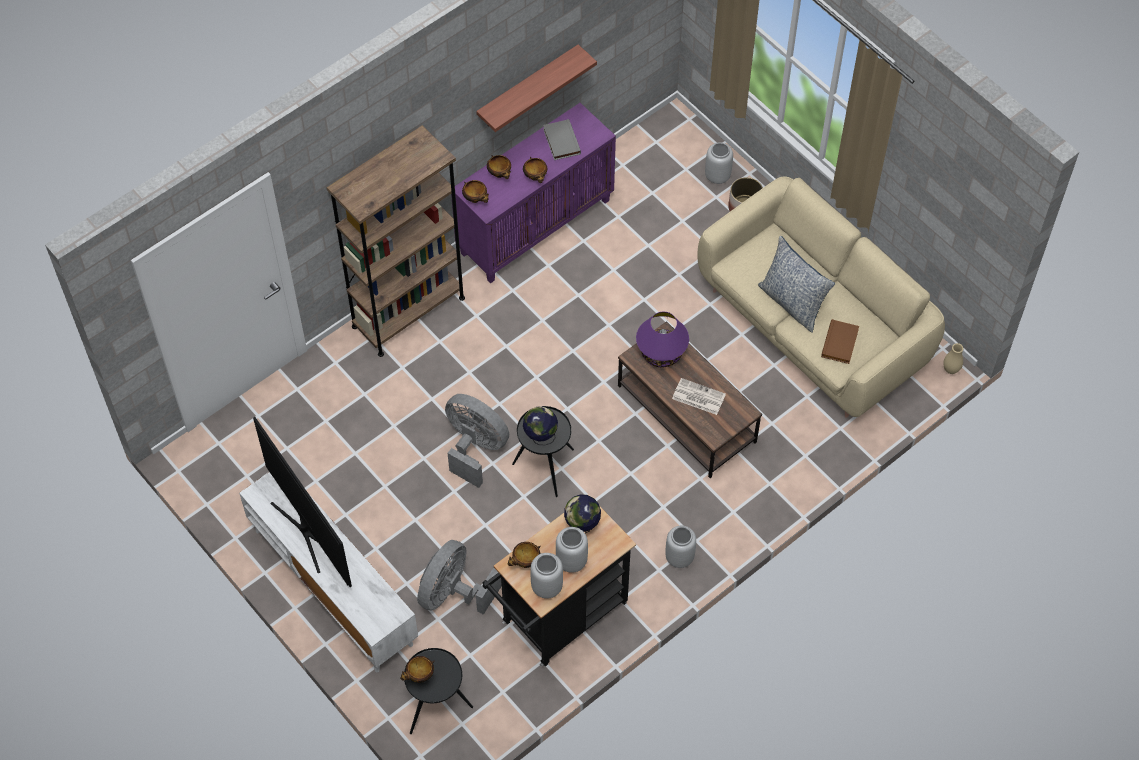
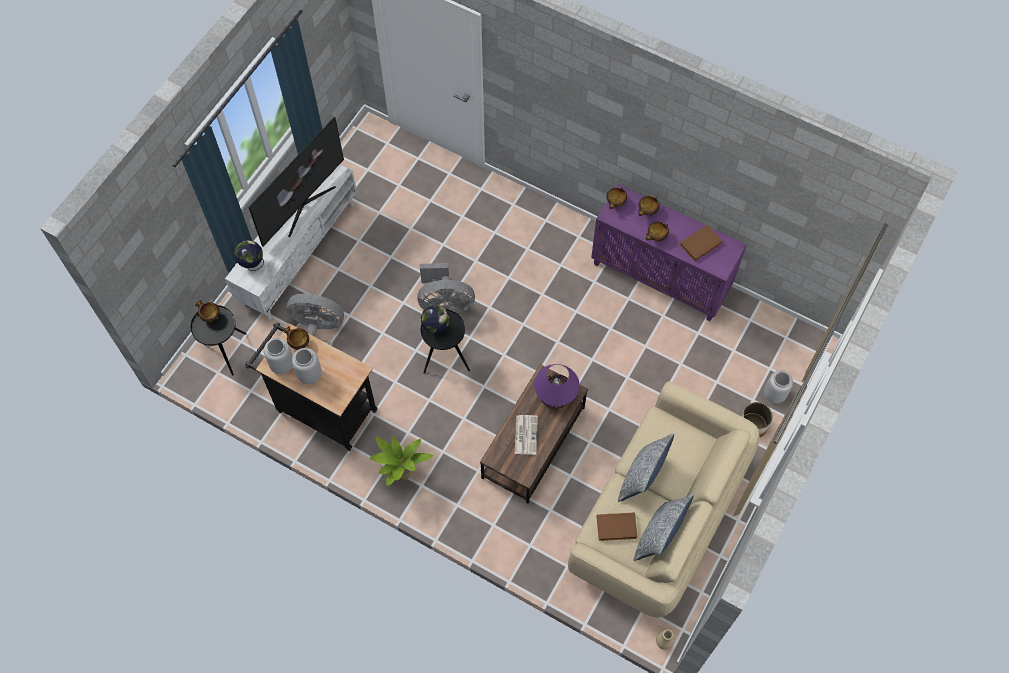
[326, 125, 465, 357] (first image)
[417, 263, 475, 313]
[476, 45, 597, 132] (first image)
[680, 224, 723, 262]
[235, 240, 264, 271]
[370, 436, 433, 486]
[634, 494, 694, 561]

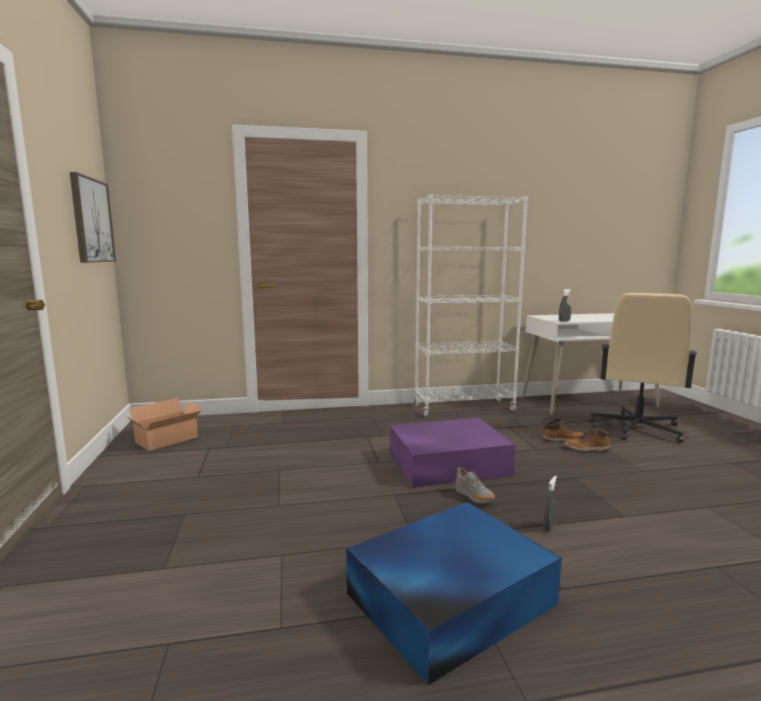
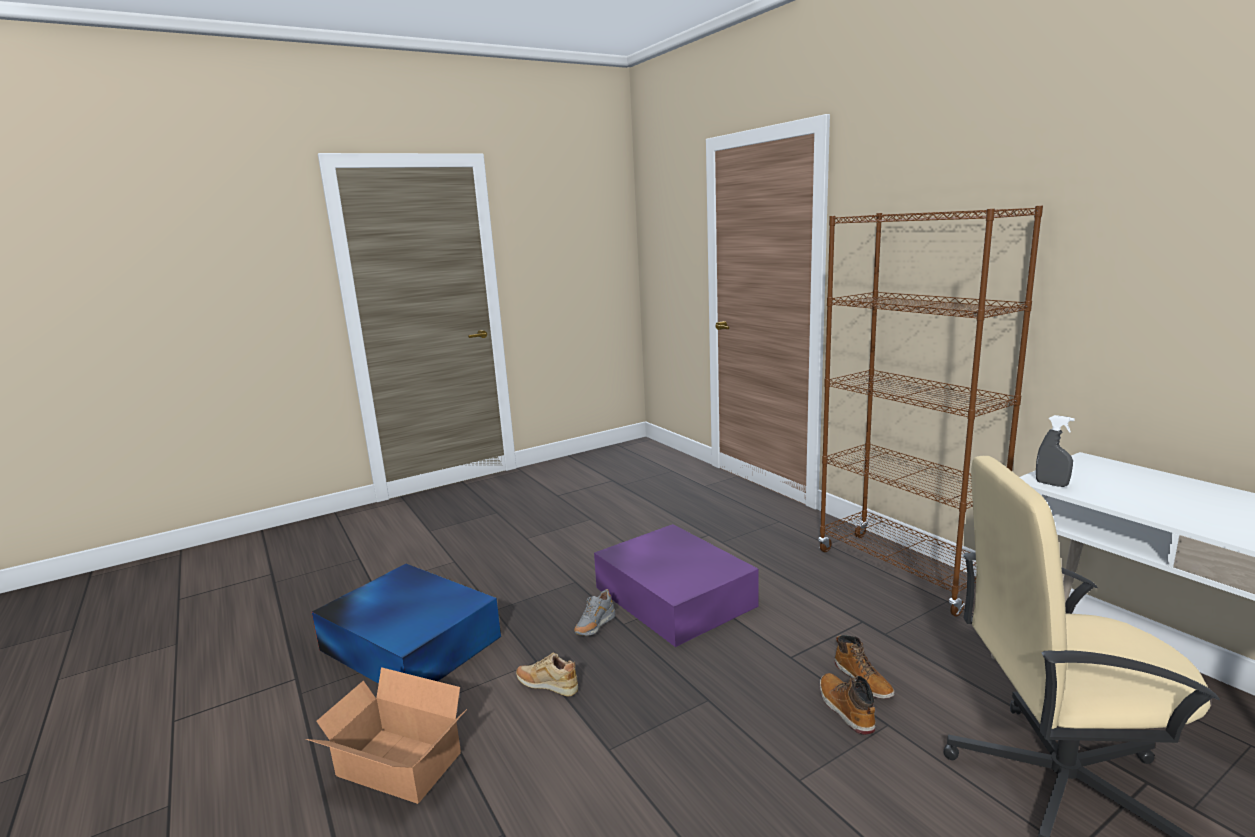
[70, 172, 116, 263] (first image)
[306, 667, 467, 804]
[818, 206, 1043, 617]
[516, 653, 578, 697]

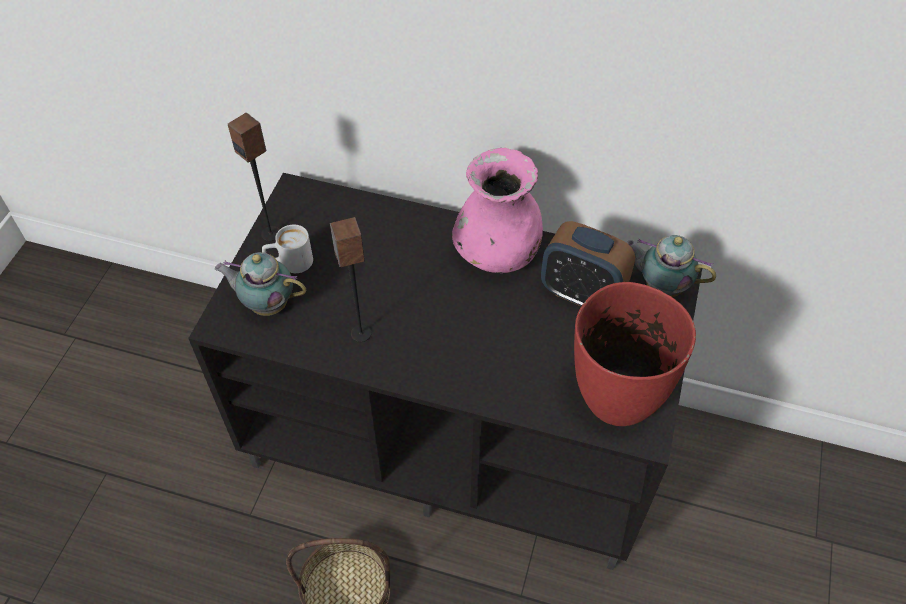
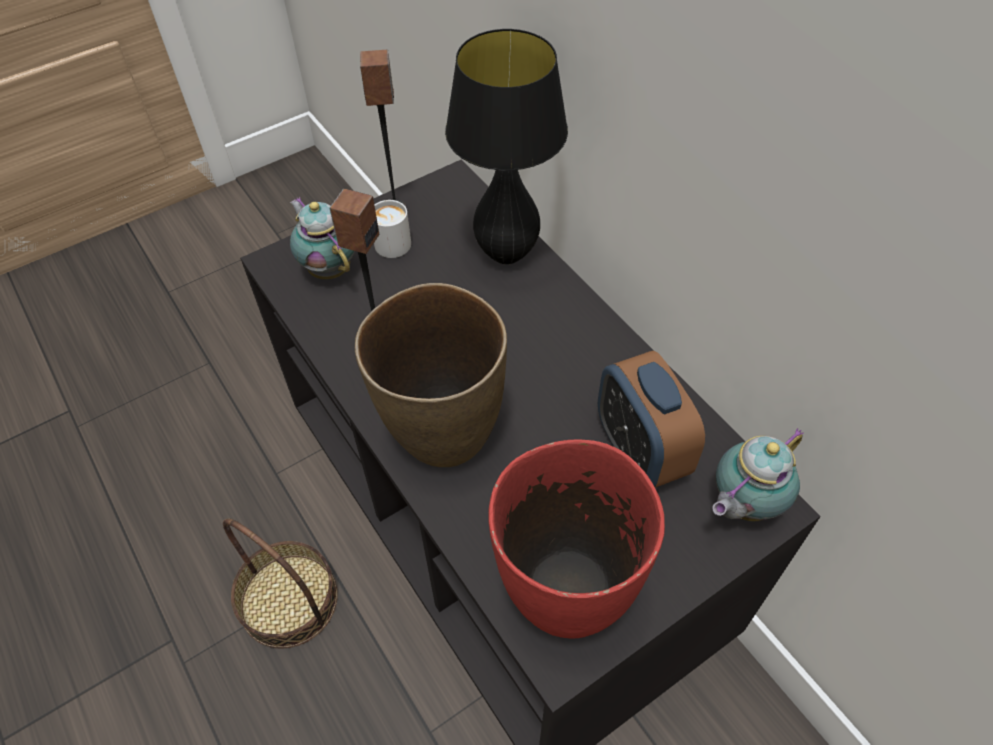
[452, 148, 543, 273] (first image)
[712, 428, 804, 521]
[355, 283, 507, 467]
[445, 29, 568, 264]

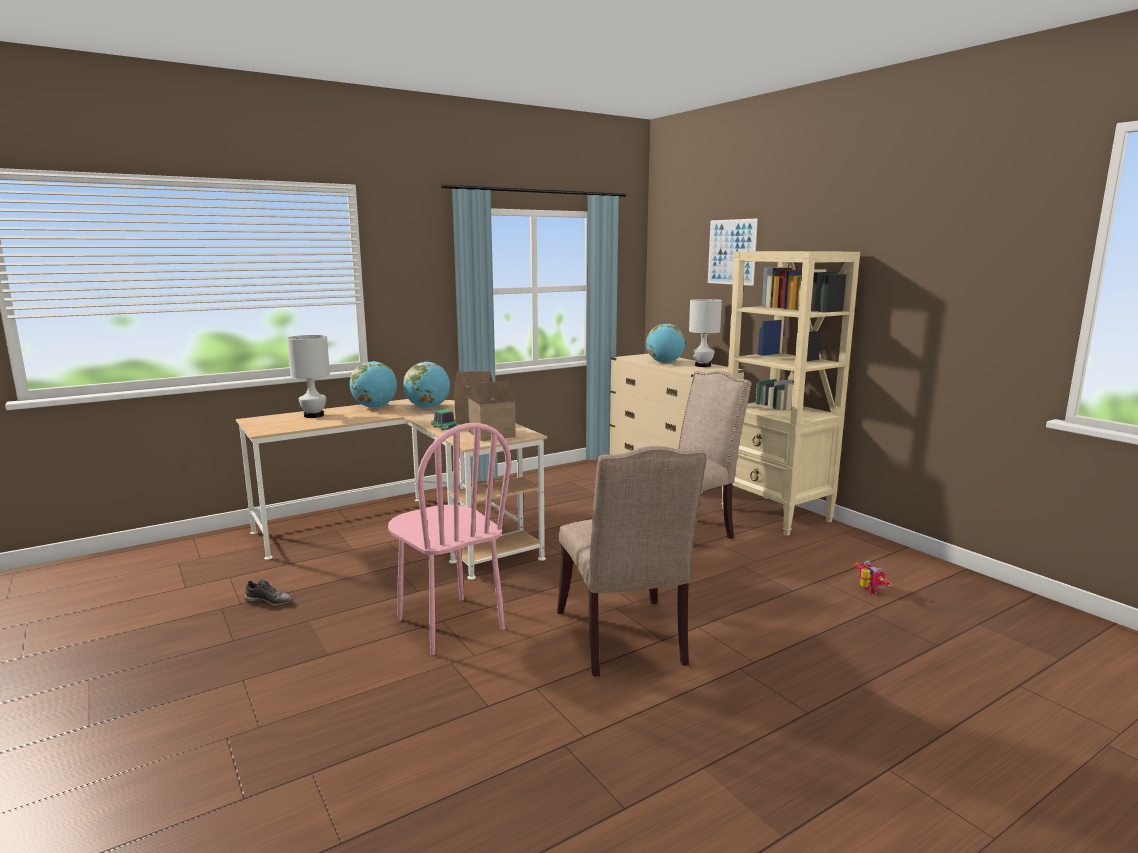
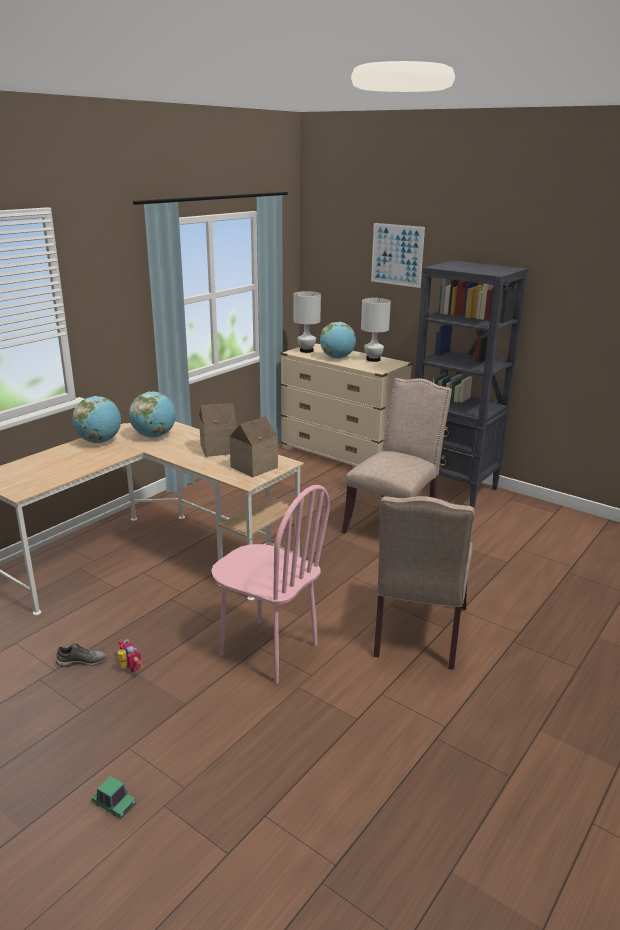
[293, 291, 321, 353]
[92, 776, 136, 819]
[373, 496, 475, 670]
[415, 261, 528, 508]
[118, 639, 143, 672]

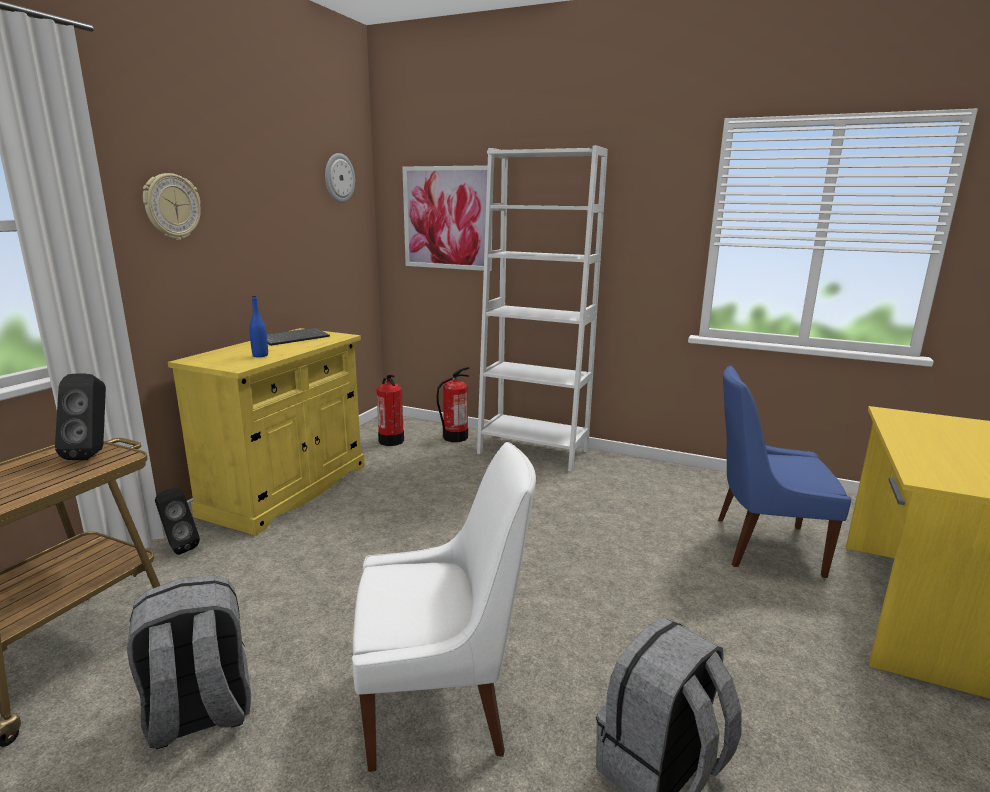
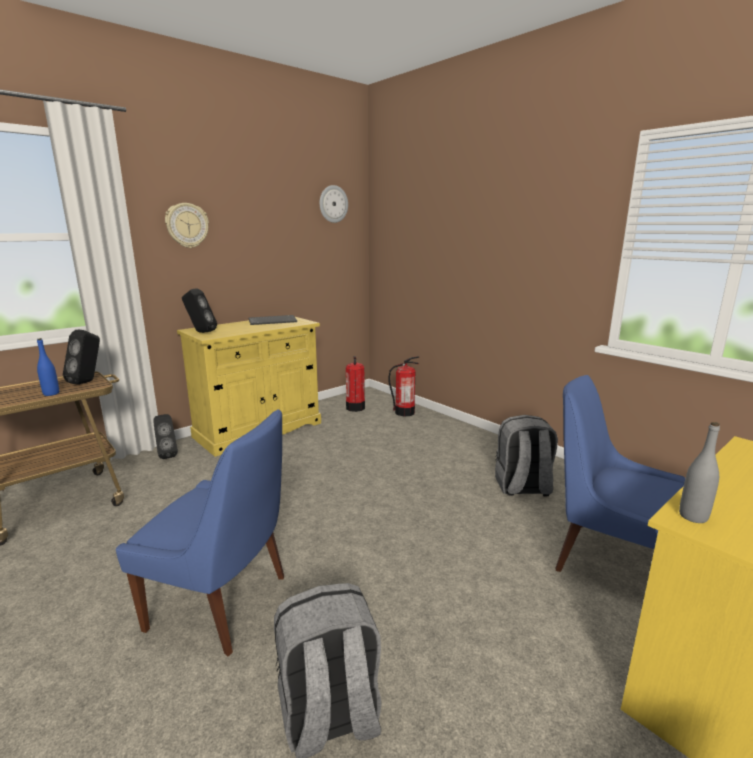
[495, 415, 558, 496]
[37, 338, 59, 396]
[116, 409, 284, 656]
[402, 165, 492, 271] (first image)
[477, 145, 608, 472] (first image)
[182, 288, 217, 333]
[679, 422, 720, 523]

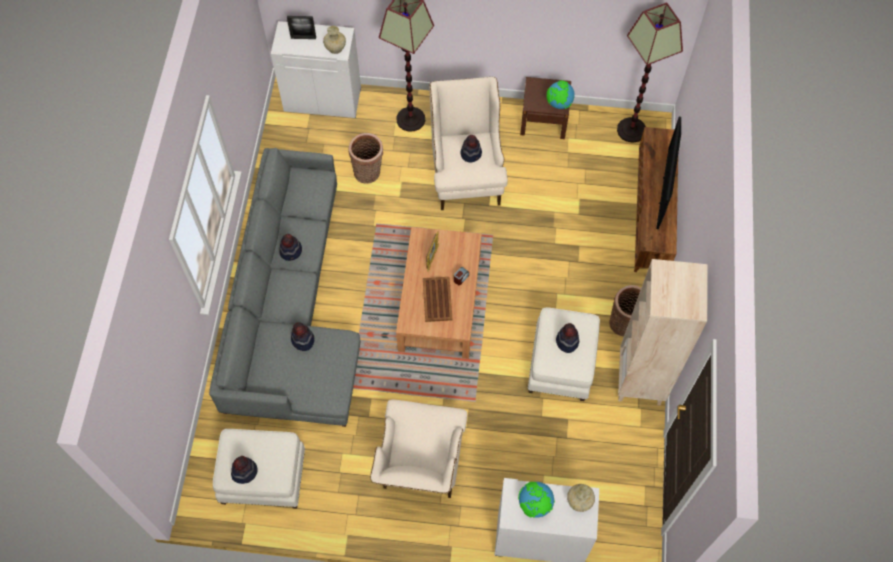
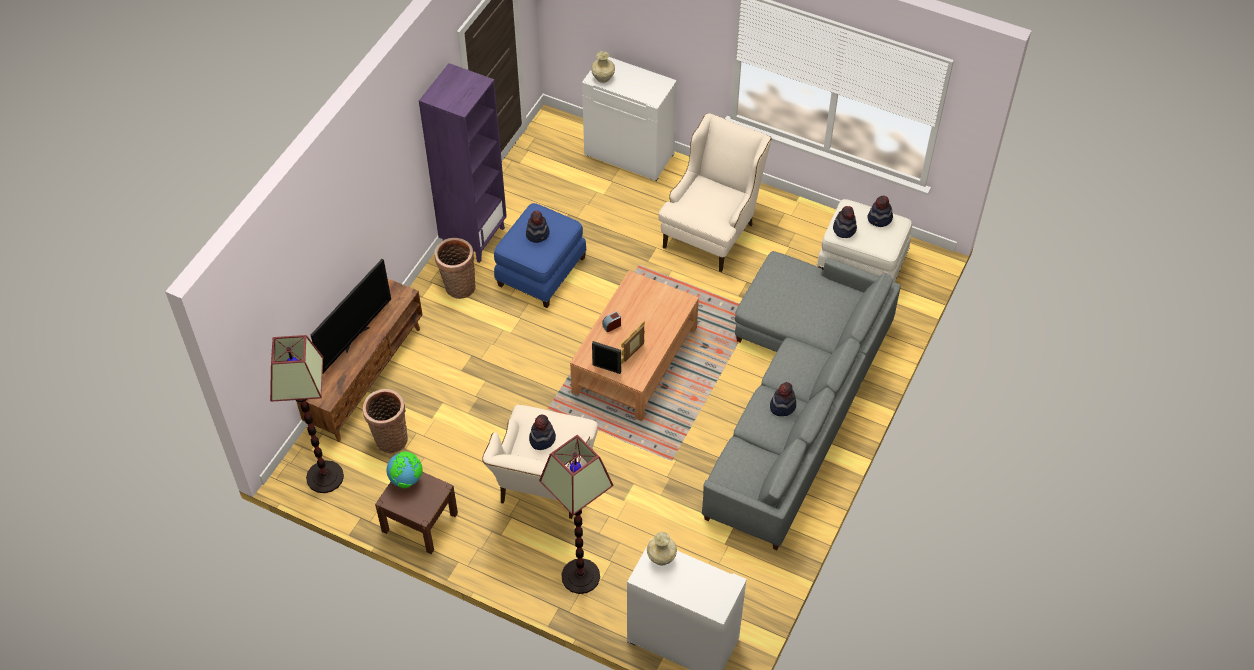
[592, 341, 621, 374]
[833, 206, 857, 238]
[362, 389, 408, 453]
[423, 277, 453, 322] (first image)
[518, 482, 555, 518] (first image)
[494, 203, 587, 308]
[419, 63, 507, 263]

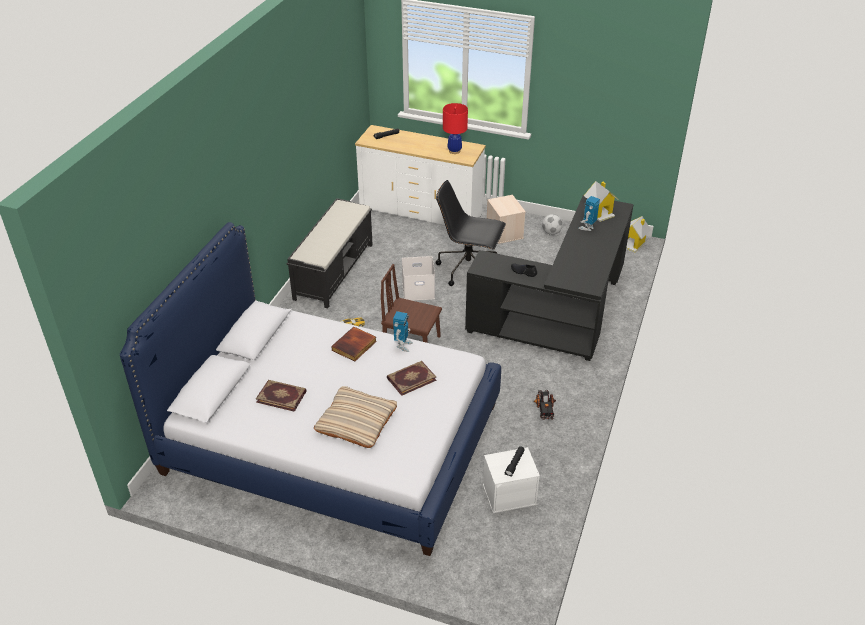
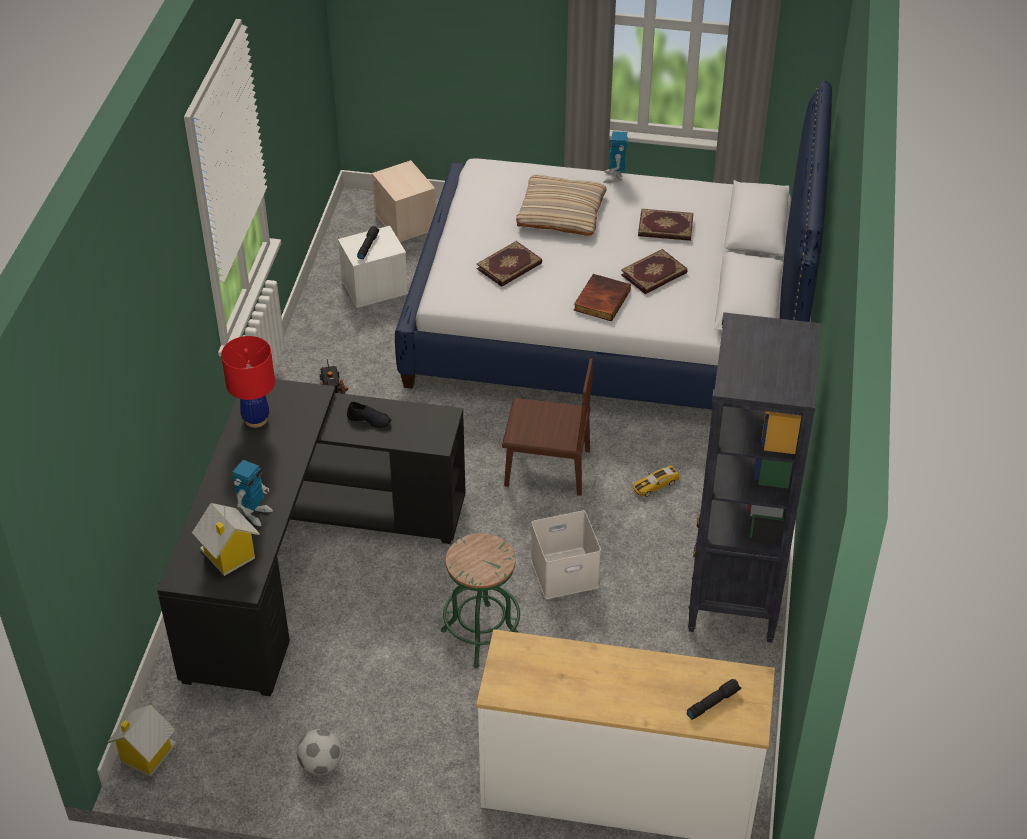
[688, 312, 821, 643]
[604, 131, 628, 183]
[441, 533, 520, 668]
[221, 336, 275, 428]
[372, 160, 436, 242]
[621, 249, 688, 294]

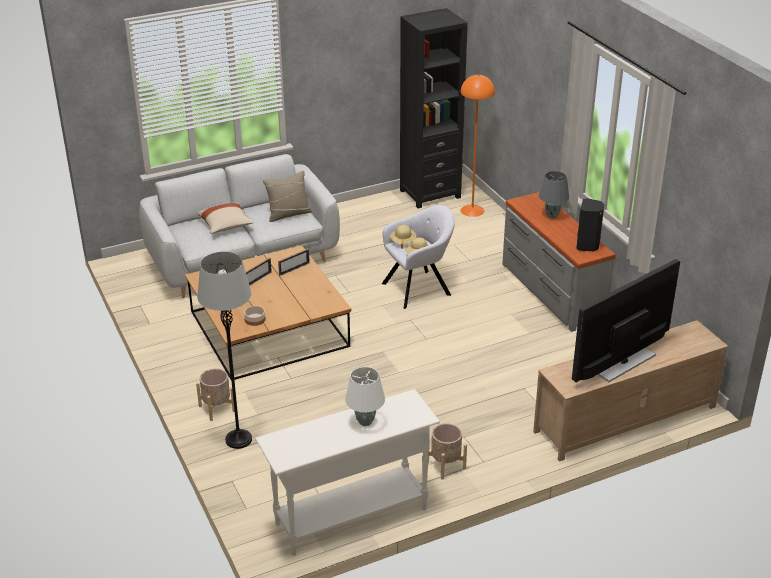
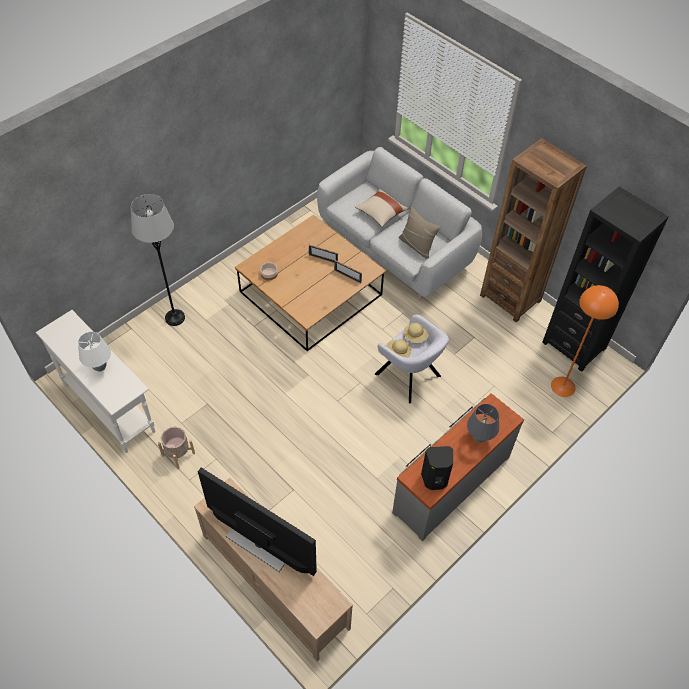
[196, 368, 235, 421] (first image)
[480, 138, 587, 323]

